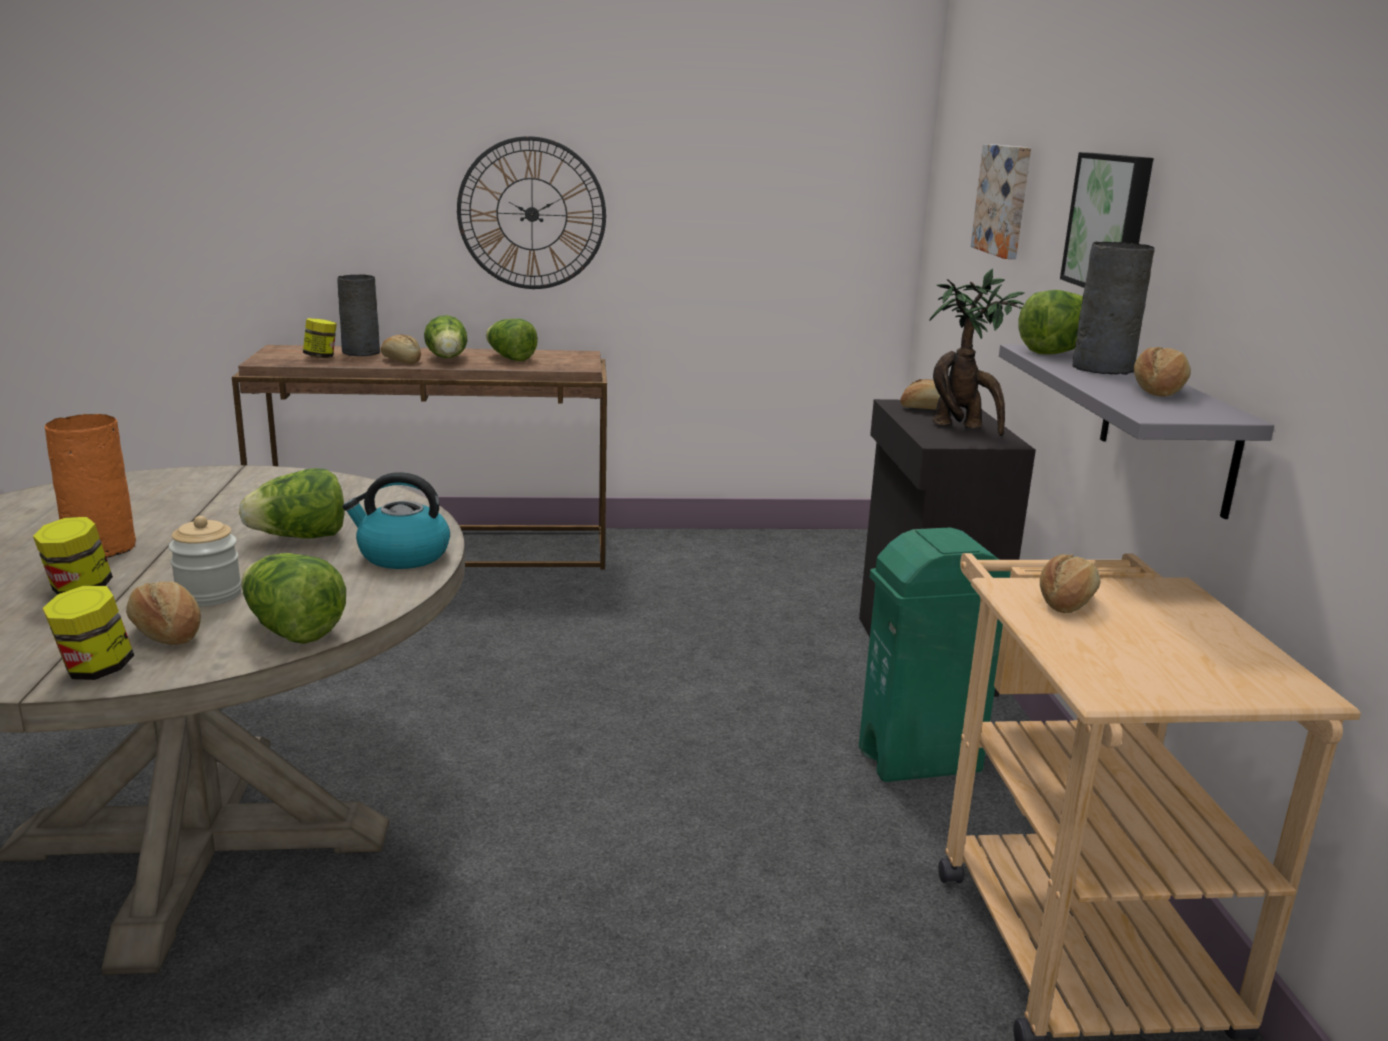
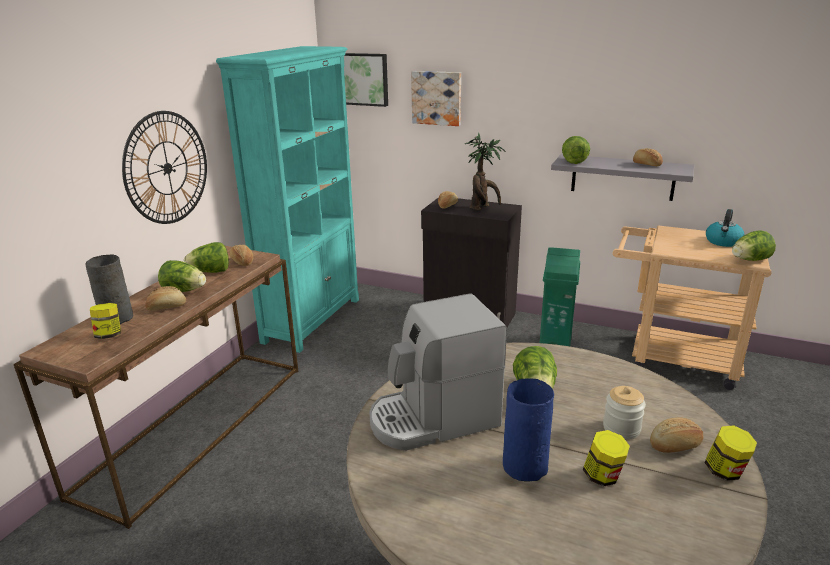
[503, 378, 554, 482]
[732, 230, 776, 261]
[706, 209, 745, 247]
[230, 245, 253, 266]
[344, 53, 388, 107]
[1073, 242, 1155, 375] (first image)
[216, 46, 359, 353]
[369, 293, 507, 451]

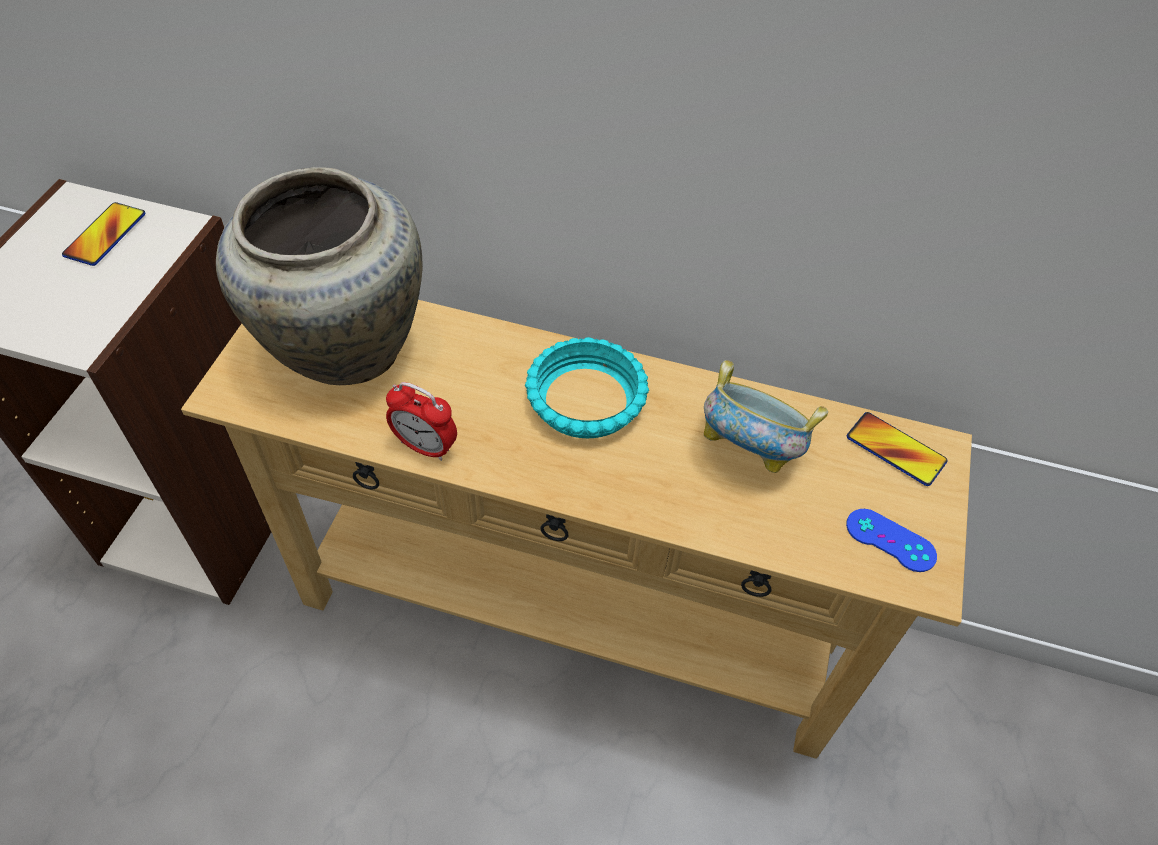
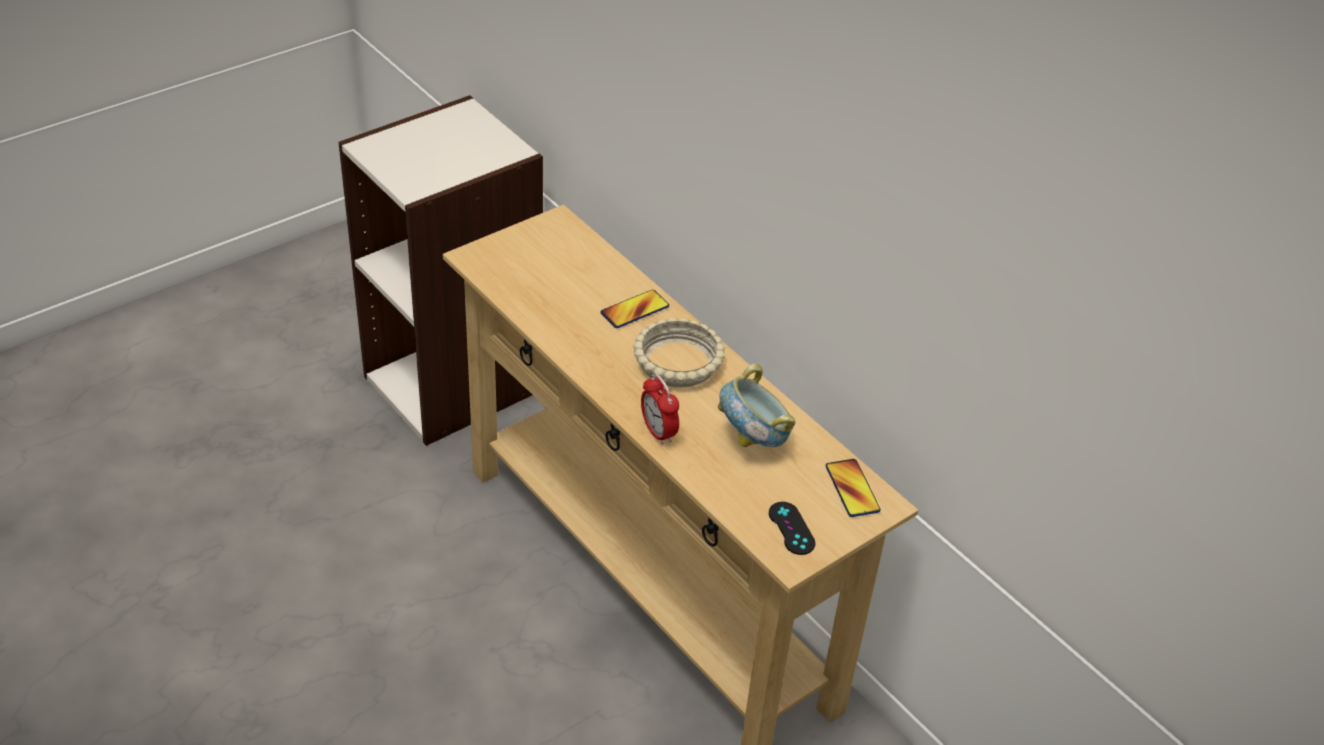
[601, 290, 669, 328]
[216, 167, 423, 385] (first image)
[641, 375, 679, 445]
[633, 318, 725, 387]
[769, 502, 815, 555]

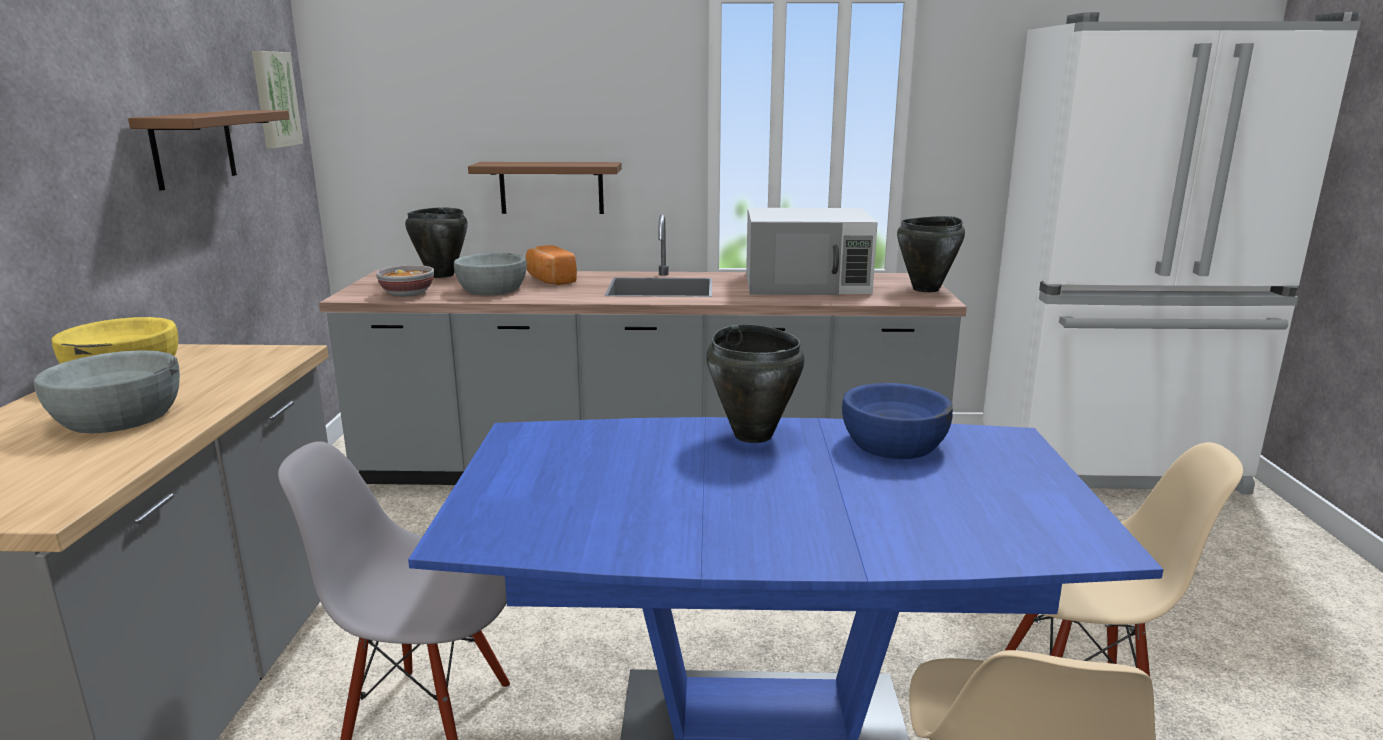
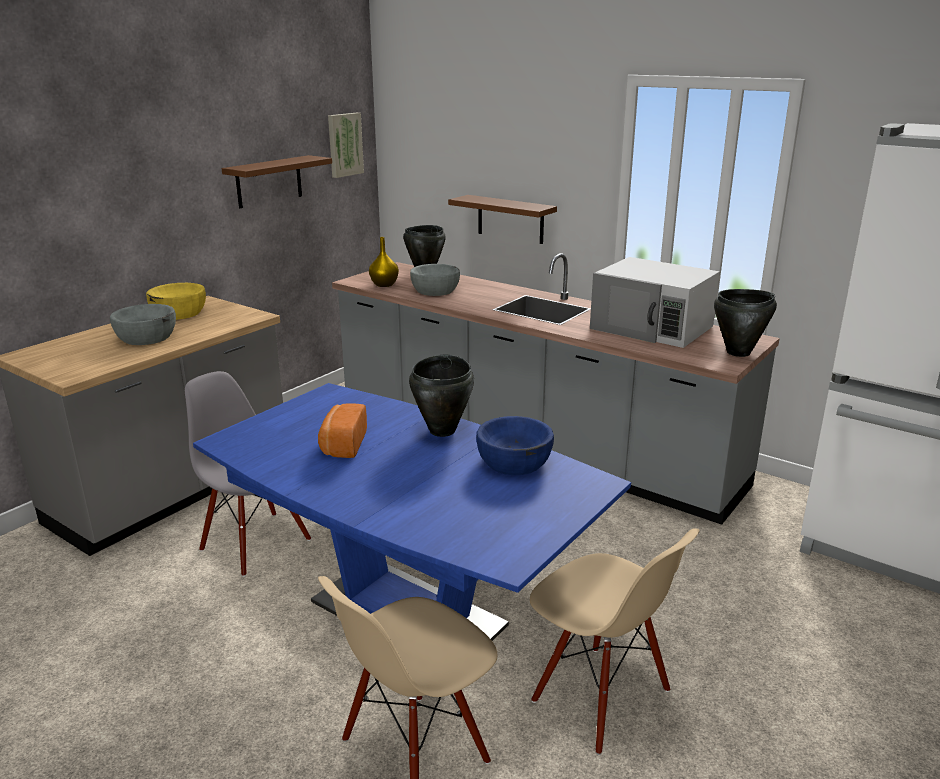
[369, 237, 399, 287]
[318, 403, 367, 458]

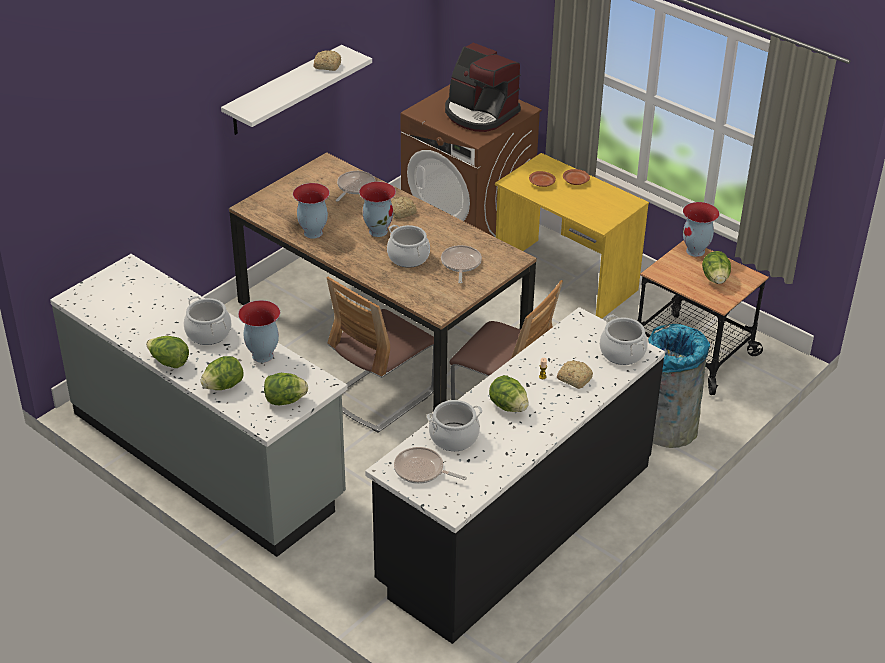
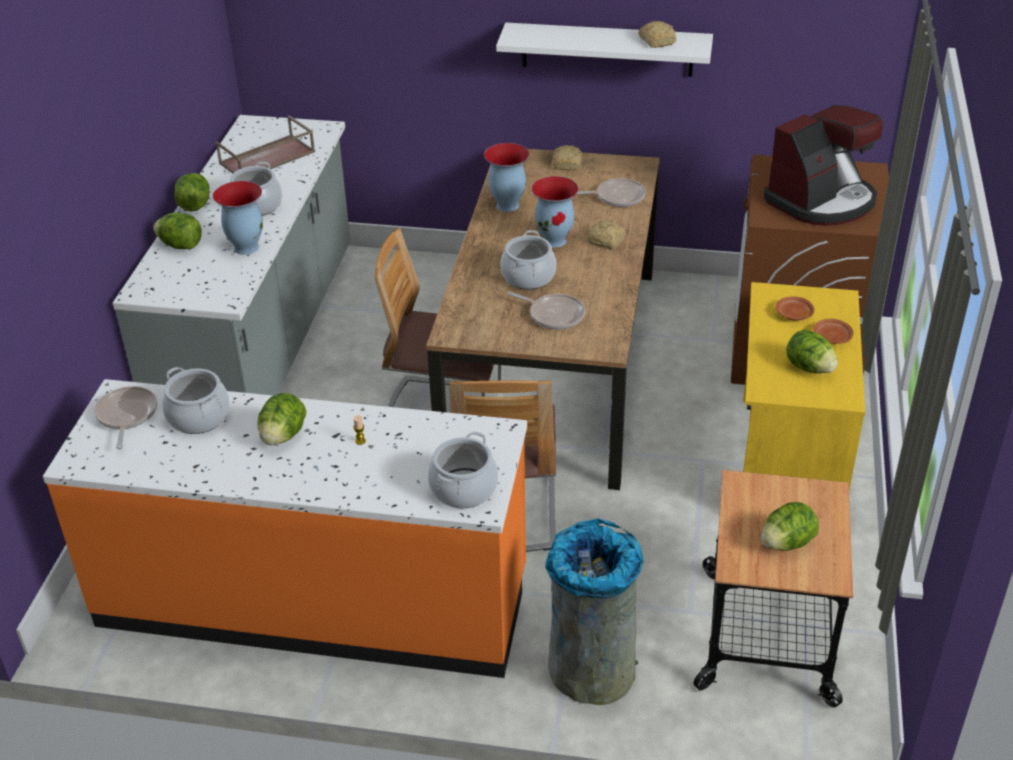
[786, 329, 838, 374]
[43, 379, 527, 678]
[507, 292, 585, 329]
[764, 105, 883, 226]
[552, 145, 582, 170]
[683, 202, 720, 257] (first image)
[216, 115, 315, 174]

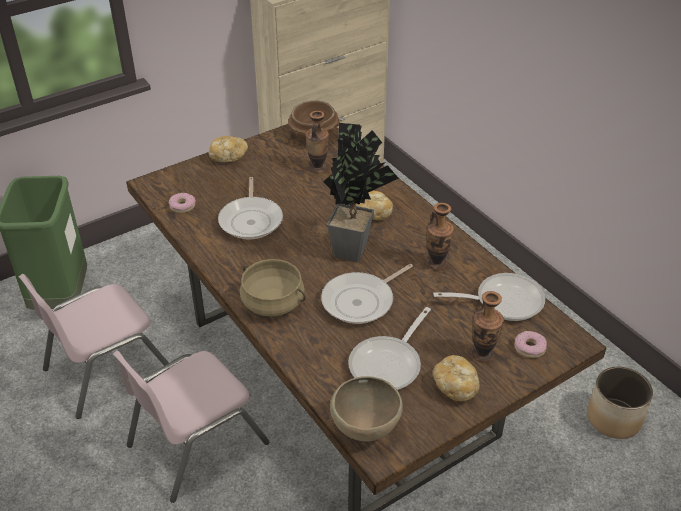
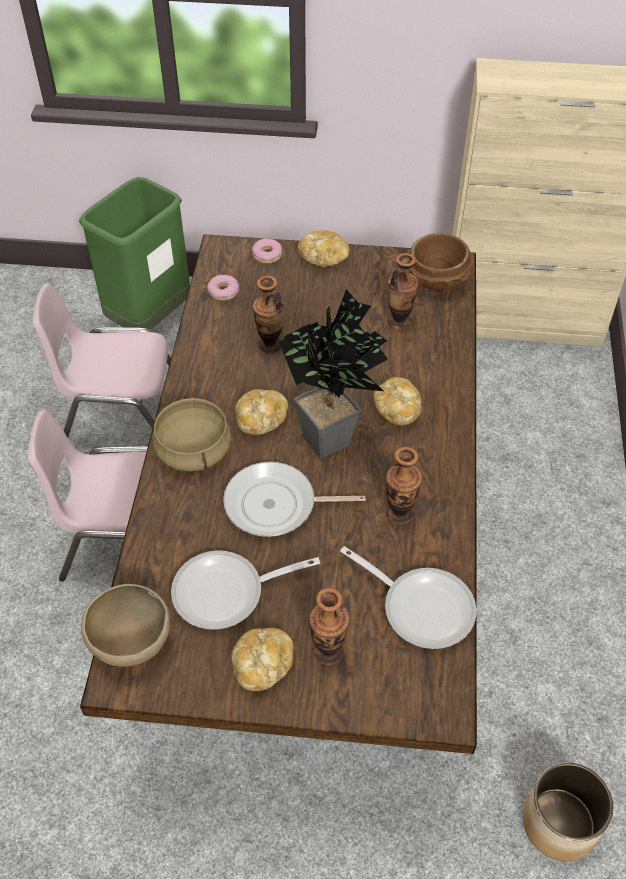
[252, 276, 284, 354]
[252, 238, 282, 264]
[235, 389, 288, 435]

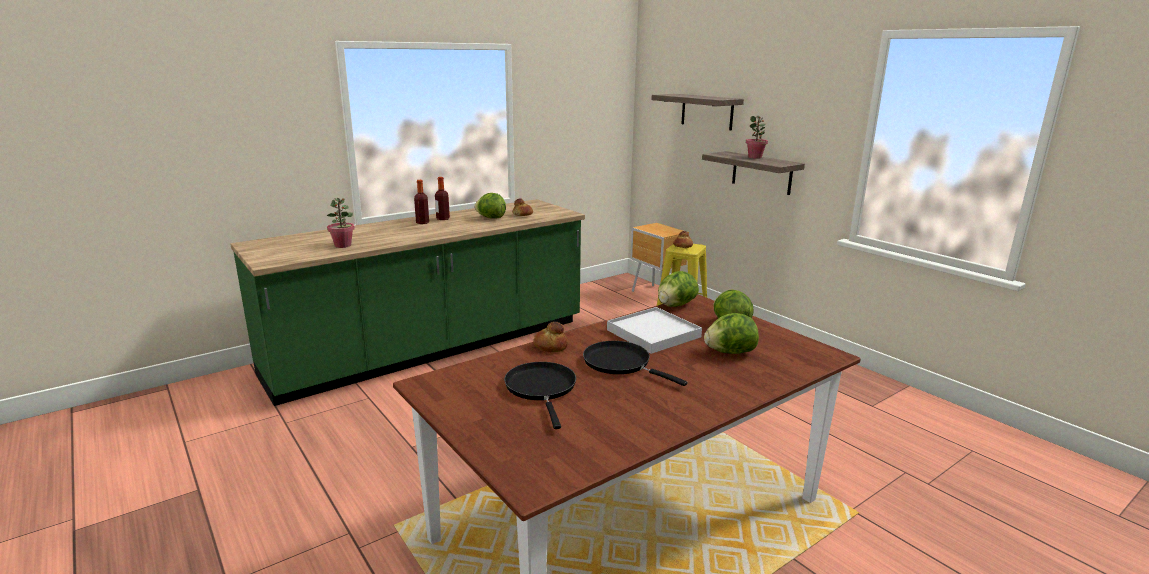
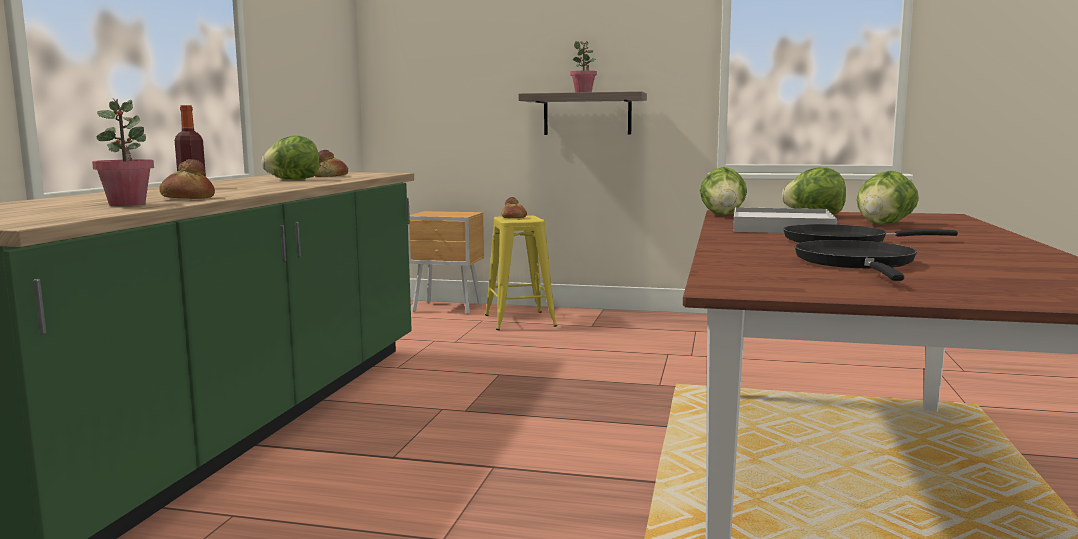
[435, 177, 450, 220] (first image)
[794, 240, 917, 281]
[159, 159, 215, 199]
[651, 94, 744, 130] (first image)

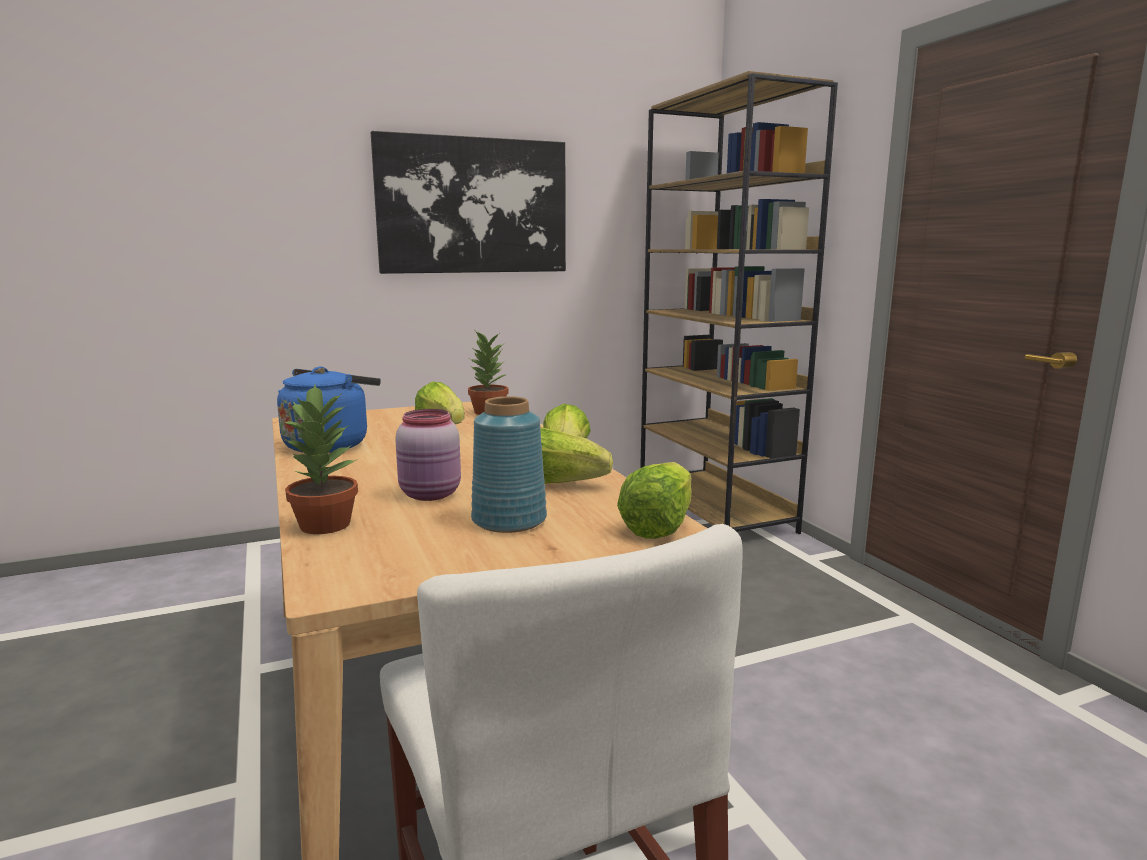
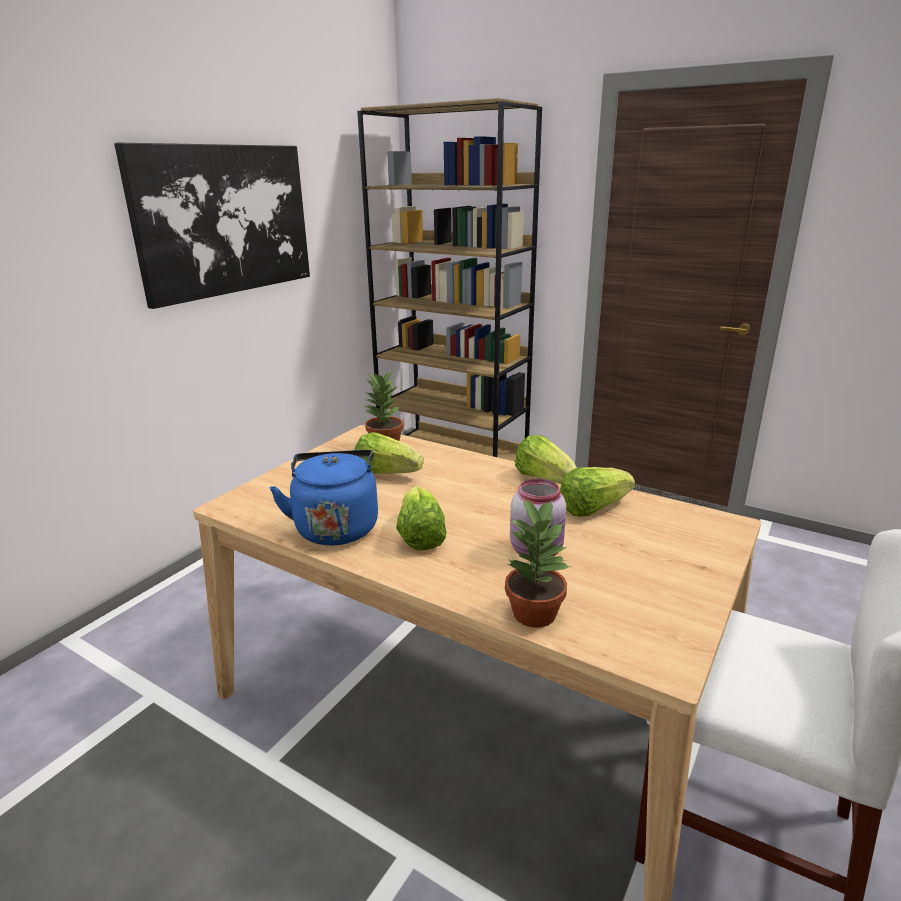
[471, 396, 547, 533] (first image)
[396, 486, 446, 551]

